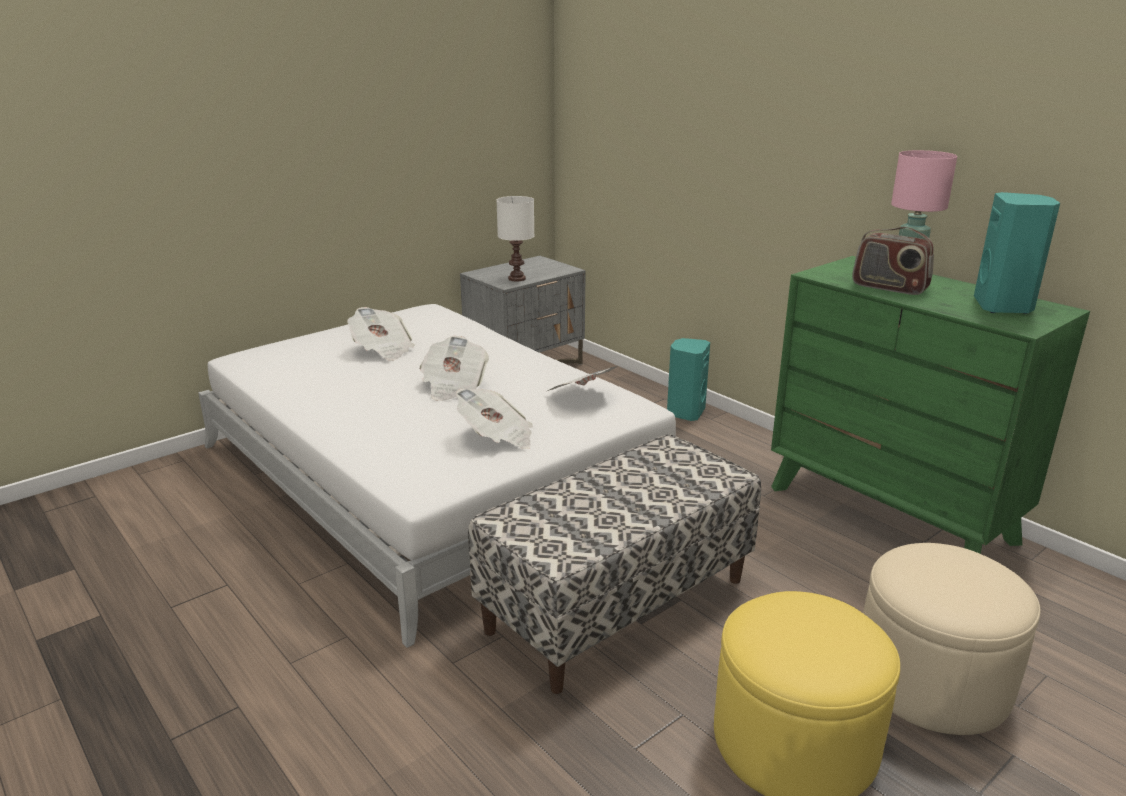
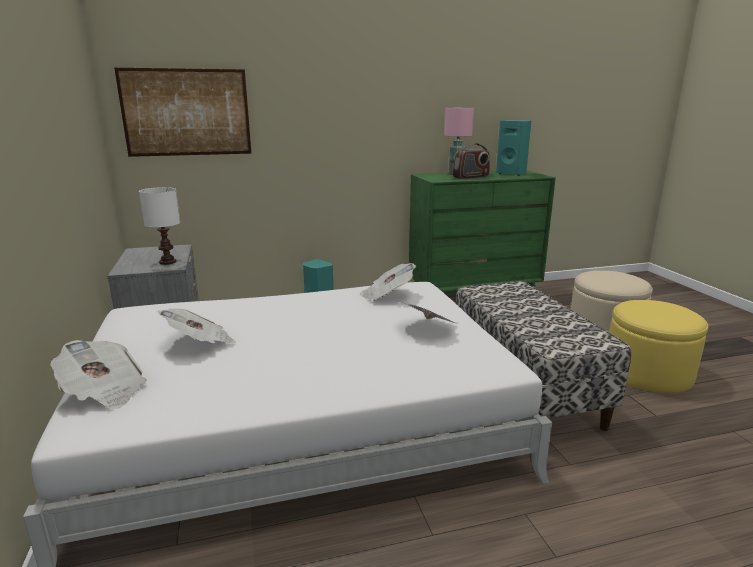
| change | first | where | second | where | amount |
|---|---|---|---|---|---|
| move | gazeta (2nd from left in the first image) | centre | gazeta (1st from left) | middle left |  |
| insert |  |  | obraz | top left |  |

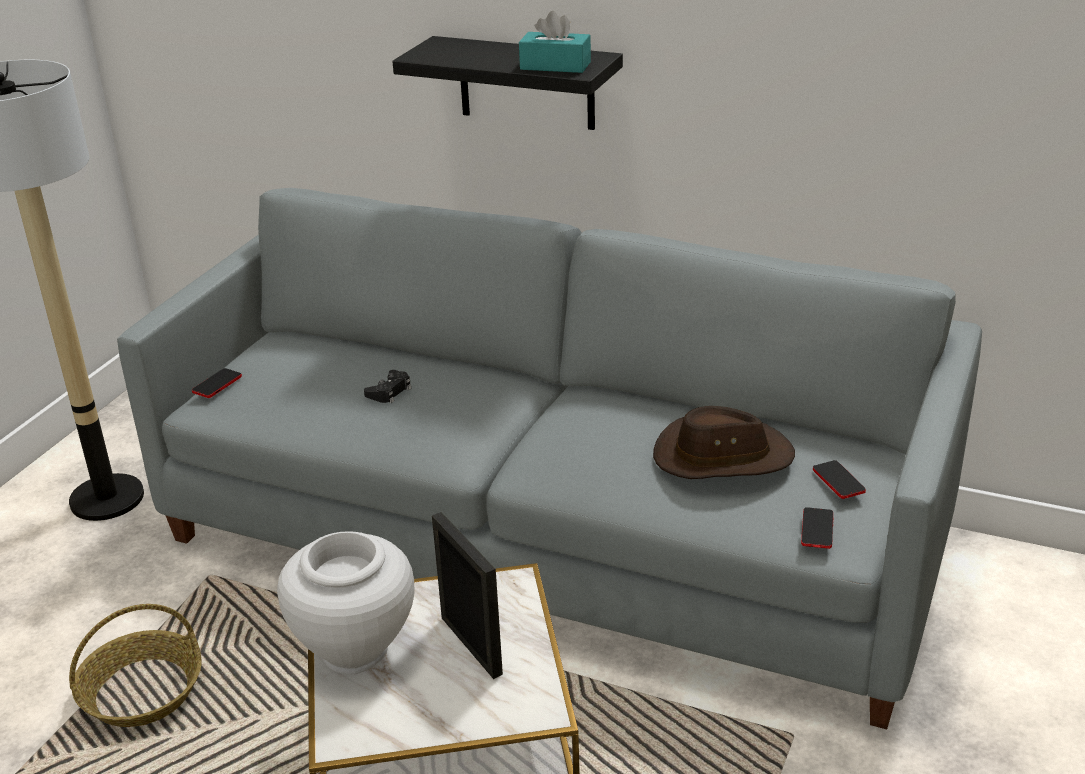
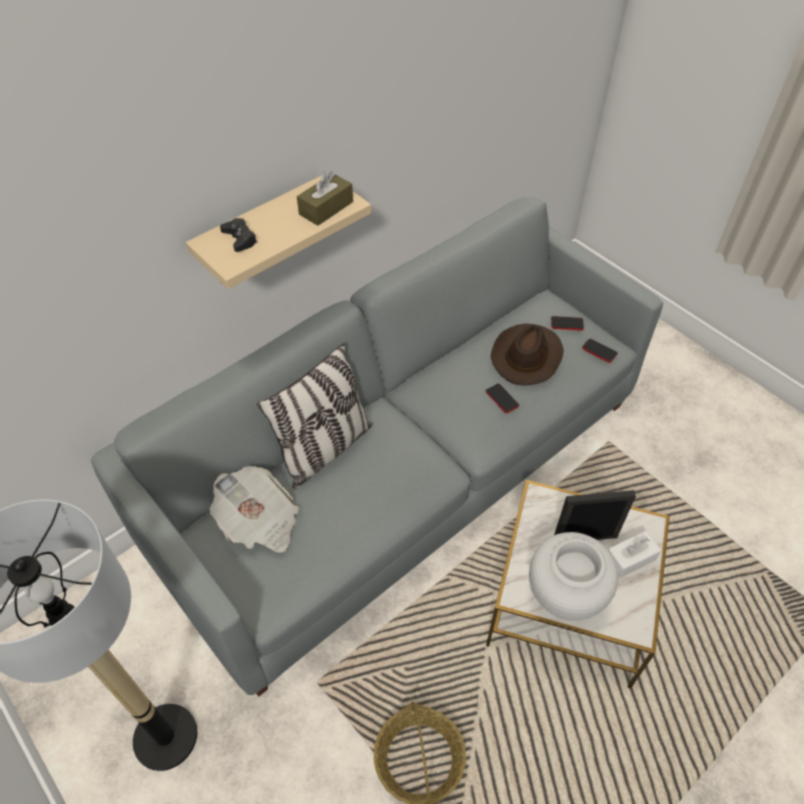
| change | first | where | second | where | amount |
|---|---|---|---|---|---|
| recolor | pudełko chusteczek (turkusowy) | top centre | pudełko chusteczek (brązowy) | top centre |  |
| recolor | półka (czarny) | top centre | półka (beżowy) | top centre |  |
| move | telefon (1st from left) | middle left |  | centre |  |
| move | pad do gier (czarny) | centre |  | top left |  |
| insert |  |  | poduszka | centre |  |
| insert |  |  | gazeta | middle left |  |
| insert |  |  | pudełko chusteczek (biały) | bottom right |  |

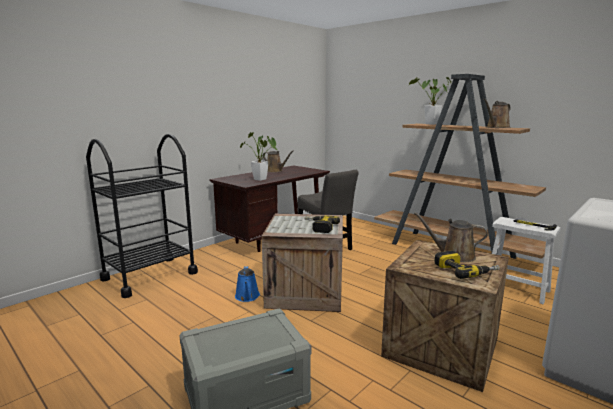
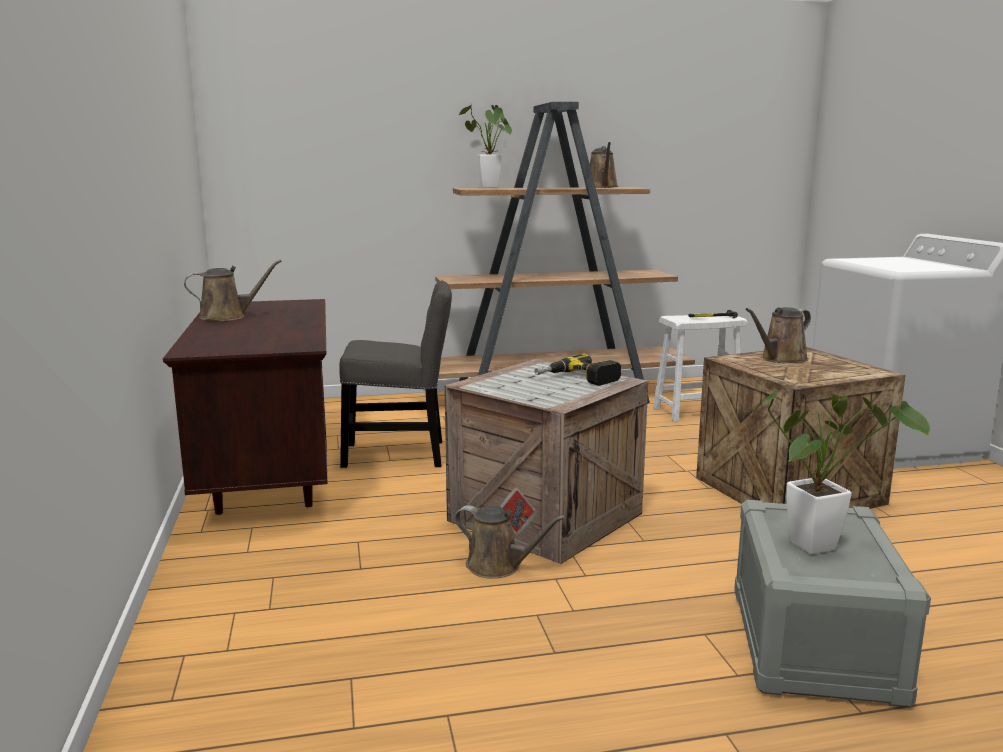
| change | first | where | second | where | amount |
|---|---|---|---|---|---|
| move | roślina doniczkowa (1st from left in the first image) | centre | roślina doniczkowa (2nd from left) | middle right |  |
| delete | wózek (czarny) | middle left |  |  |  |
| delete | wiertarka (2nd from left) | middle right |  |  |  |
| recolor | konewka (niebieski) | bottom centre | konewka (brązowy) (2nd from left) | bottom centre |  |

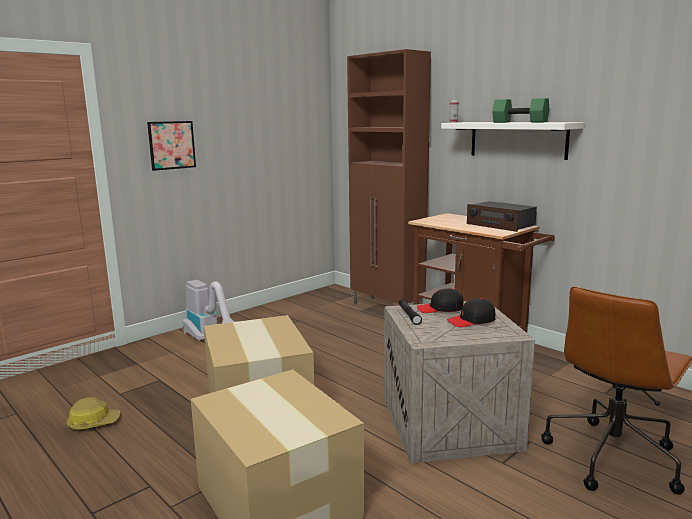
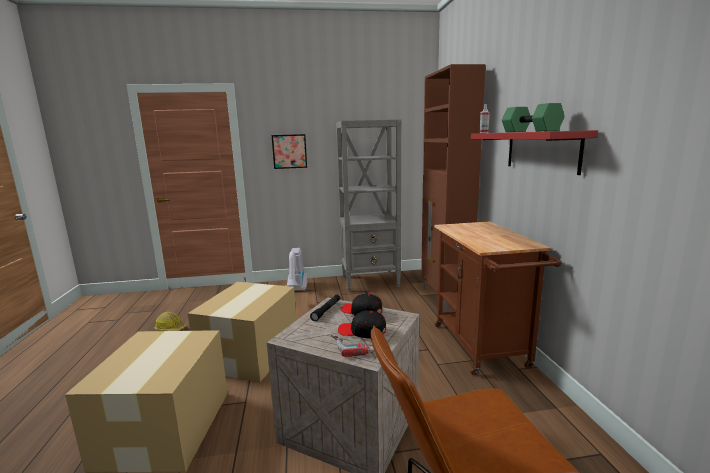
| change | first | where | second | where | amount |
|---|---|---|---|---|---|
| recolor | półka (biały) | top right | półka (czerwony) | top right |  |
| delete | radio | middle right |  |  |  |
| insert |  |  | regał (szary) | centre |  |
| insert |  |  | wiertarka | bottom centre |  |

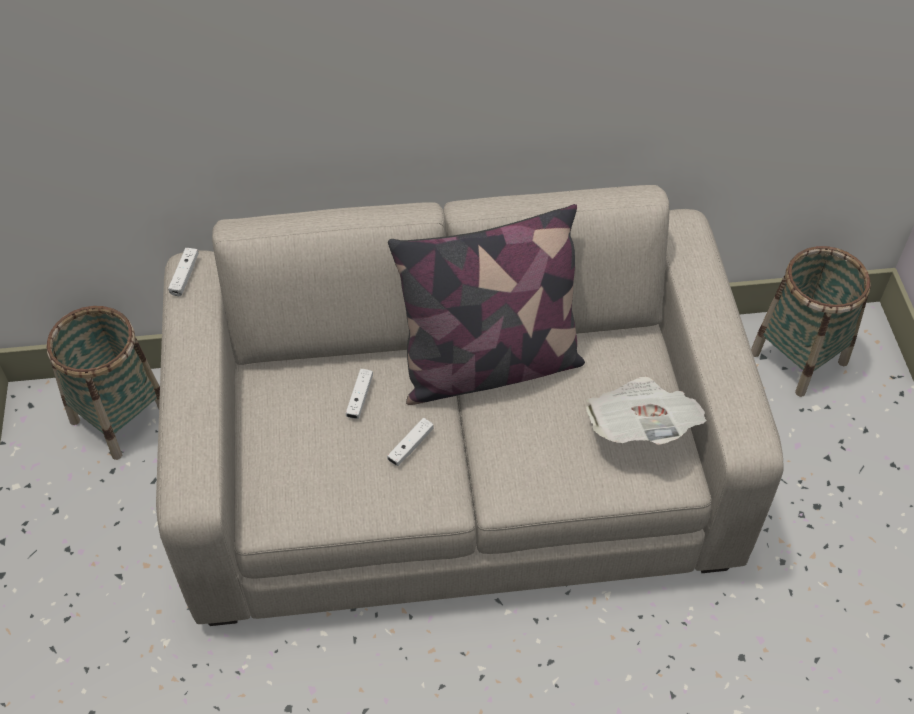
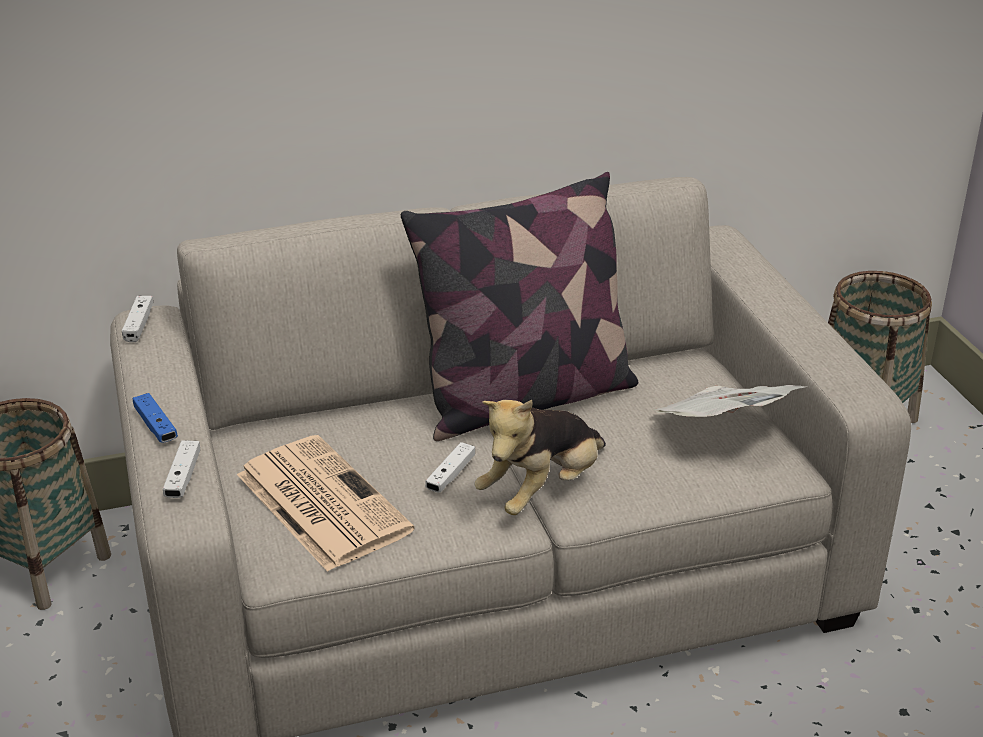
| change | first | where | second | where | amount |
|---|---|---|---|---|---|
| move | pad do gier (biały) (2nd from left) | centre |  | middle left |  |
| insert |  |  | pad do gier (niebieski) | middle left |  |
| insert |  |  | pluszak | centre |  |
| insert |  |  | gazeta (1st from left) | bottom left |  |

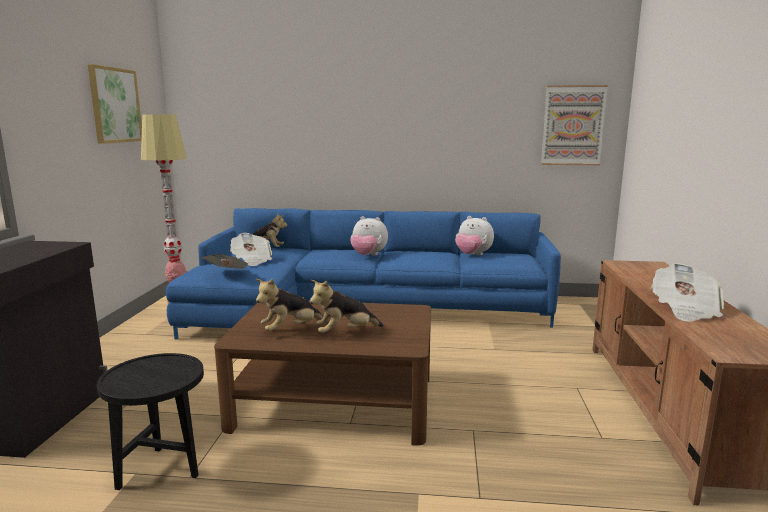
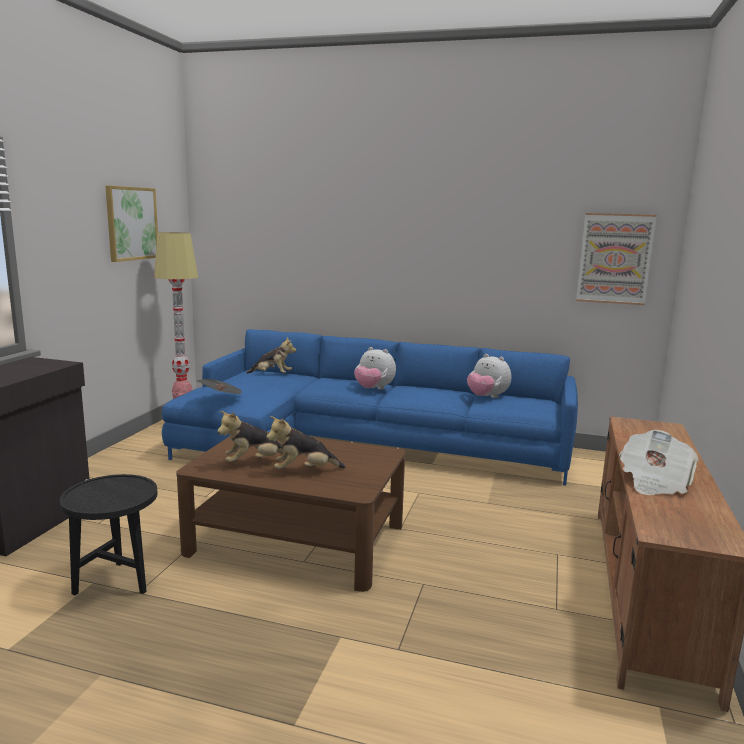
| change | first | where | second | where | amount |
|---|---|---|---|---|---|
| delete | gazeta (2nd from left) | middle left |  |  |  |

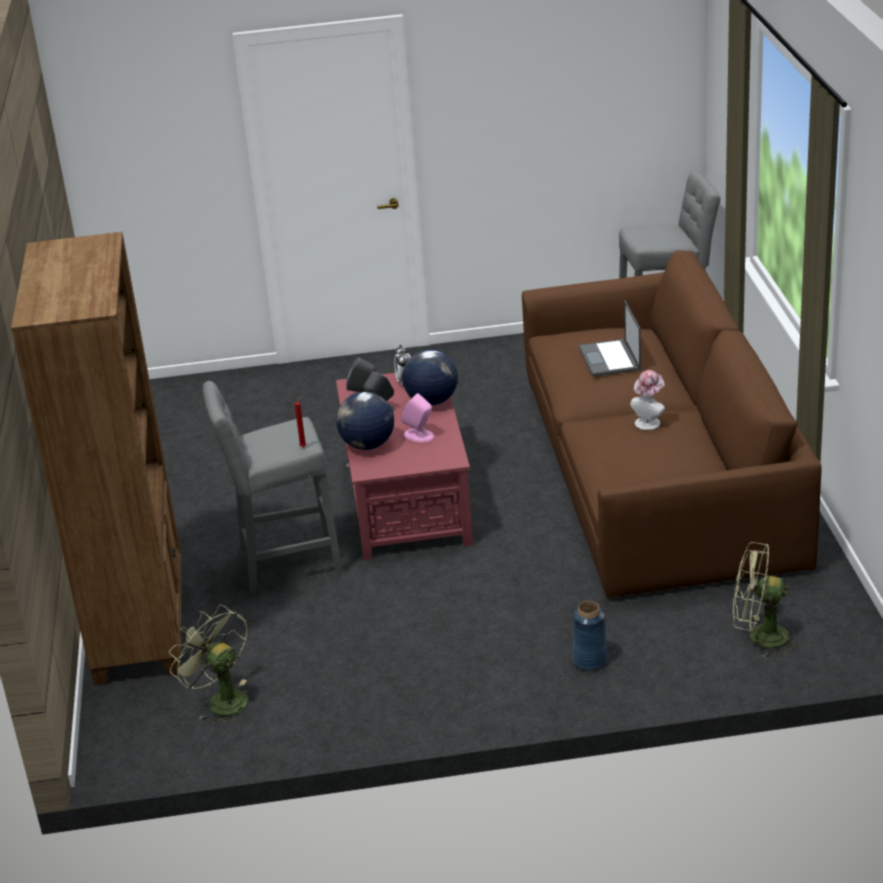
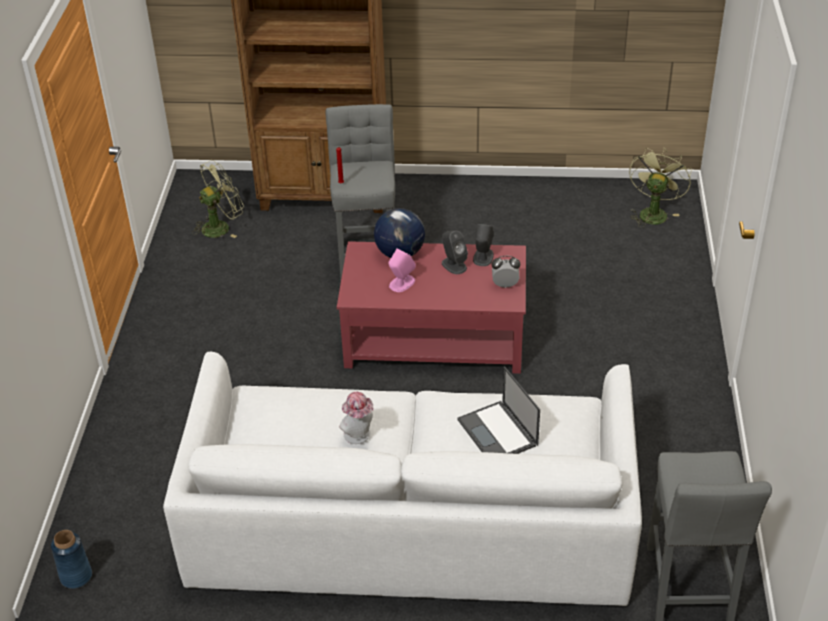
| change | first | where | second | where | amount |
|---|---|---|---|---|---|
| recolor | kanapa (brązowy) | middle right | kanapa (biały) | bottom centre |  |
| rotate | laptop | middle right |  | centre | 120 degrees counterclockwise |
| delete | globus (2nd from left) | centre |  |  |  |
| move | wentylator (zielony) (2nd from left) | bottom right |  | top right |  |
| move | wazon (niebieski) | bottom right |  | bottom left |  |

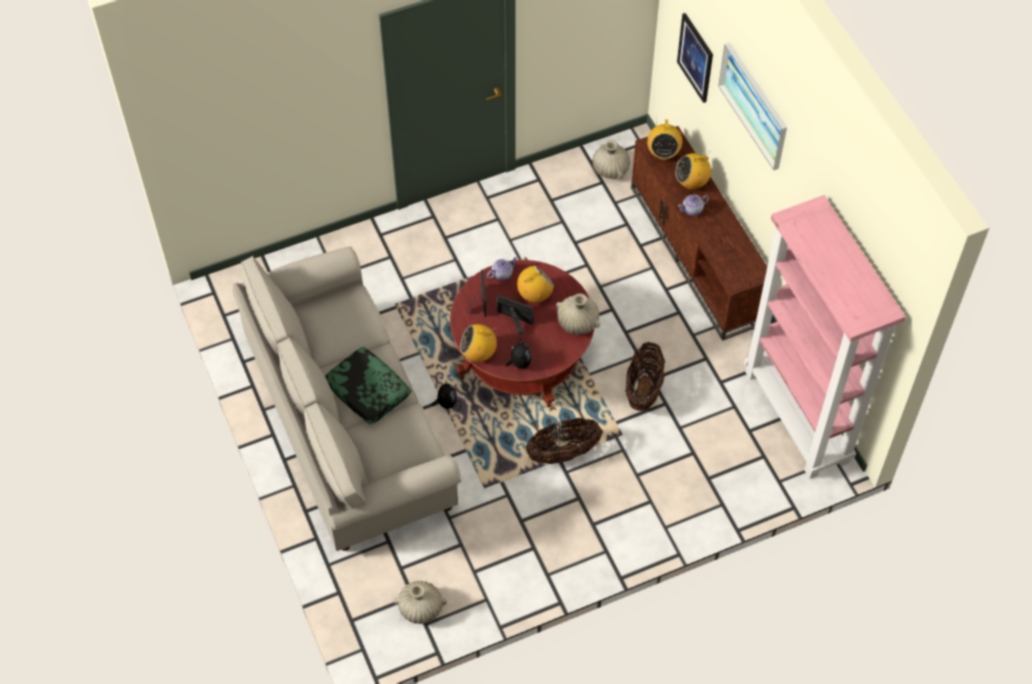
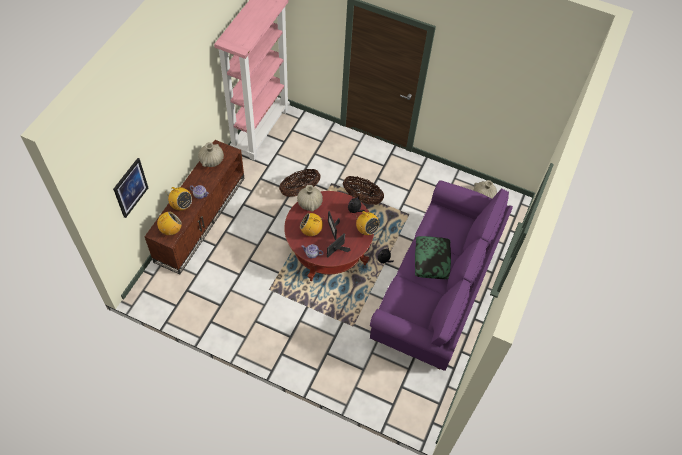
| change | first | where | second | where | amount |
|---|---|---|---|---|---|
| delete | obraz (2nd from left) | top right |  |  |  |
| move | wazon (beżowy) (3rd from left in the first image) | top centre | wazon (beżowy) (1st from left) | middle left |  |
| recolor | kanapa (beżowy) | centre | kanapa (fioletowy) | centre |  |

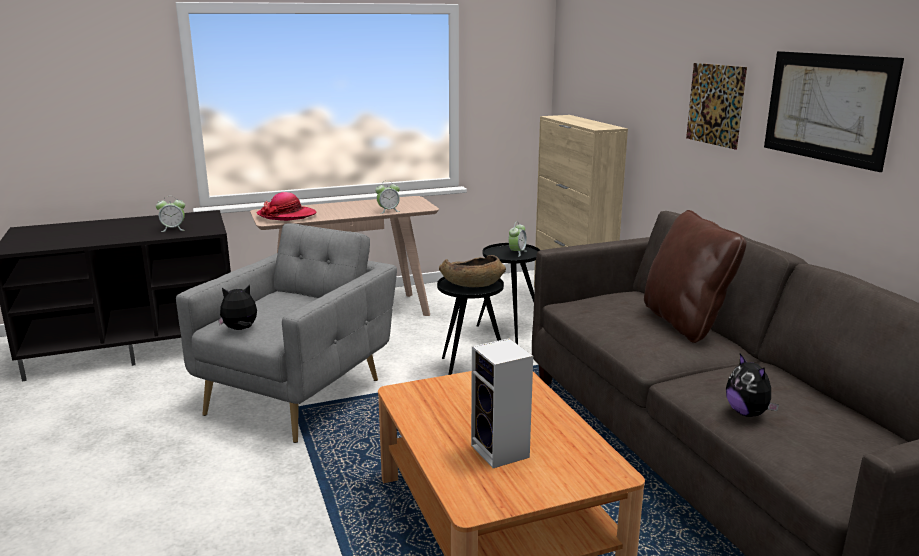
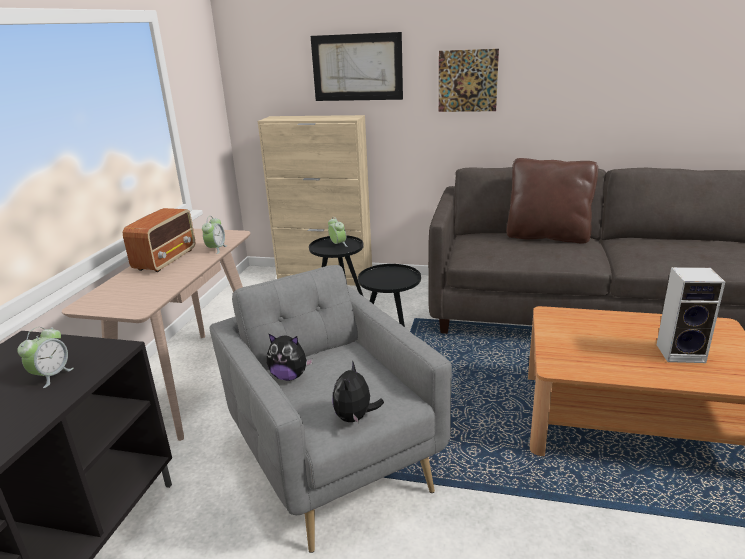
| change | first | where | second | where | amount |
|---|---|---|---|---|---|
| move | obraz (2nd from left in the first image) | top right | obraz (1st from left) | top centre |  |
| delete | kapelusz | middle left |  |  |  |
| delete | miska (brązowy) | centre |  |  |  |
| move | pluszak (2nd from left in the first image) | bottom right | pluszak (1st from left) | centre |  |
| insert |  |  | radio | middle left |  |

